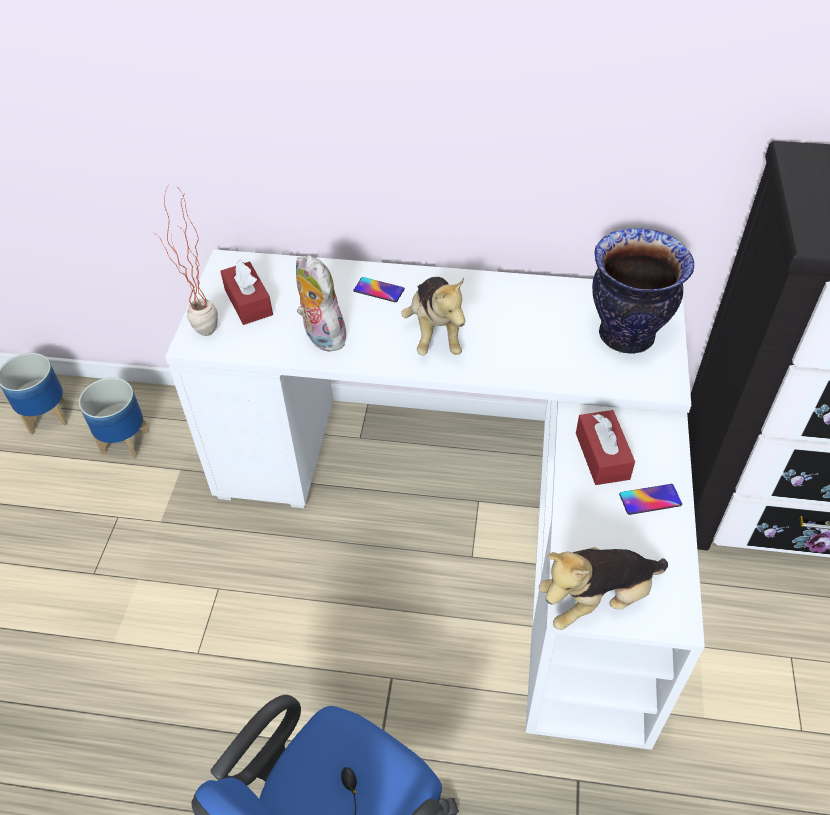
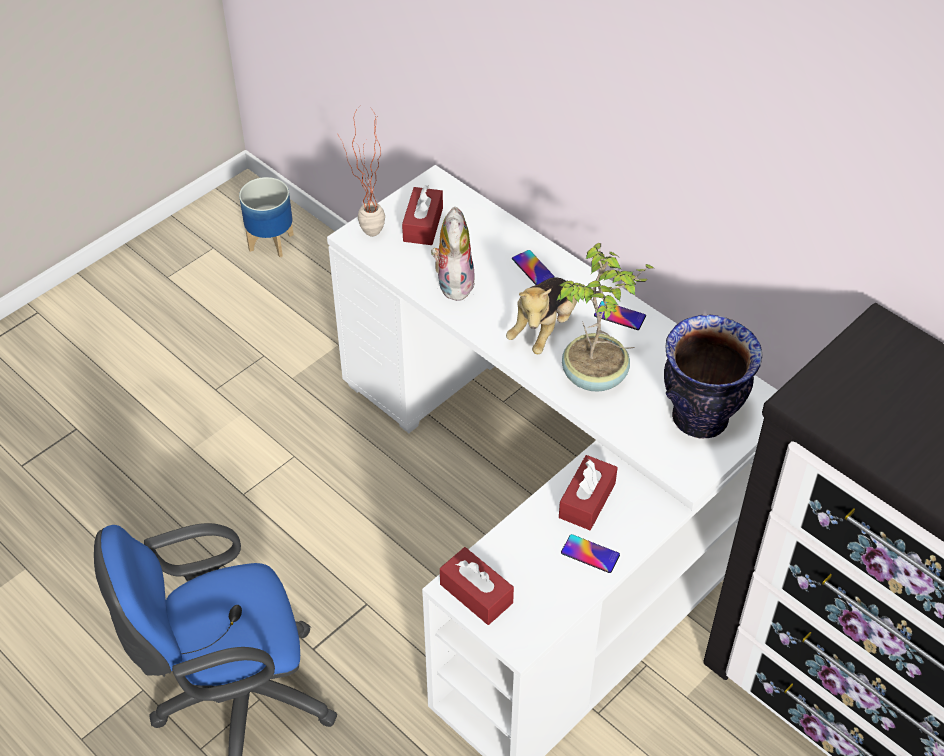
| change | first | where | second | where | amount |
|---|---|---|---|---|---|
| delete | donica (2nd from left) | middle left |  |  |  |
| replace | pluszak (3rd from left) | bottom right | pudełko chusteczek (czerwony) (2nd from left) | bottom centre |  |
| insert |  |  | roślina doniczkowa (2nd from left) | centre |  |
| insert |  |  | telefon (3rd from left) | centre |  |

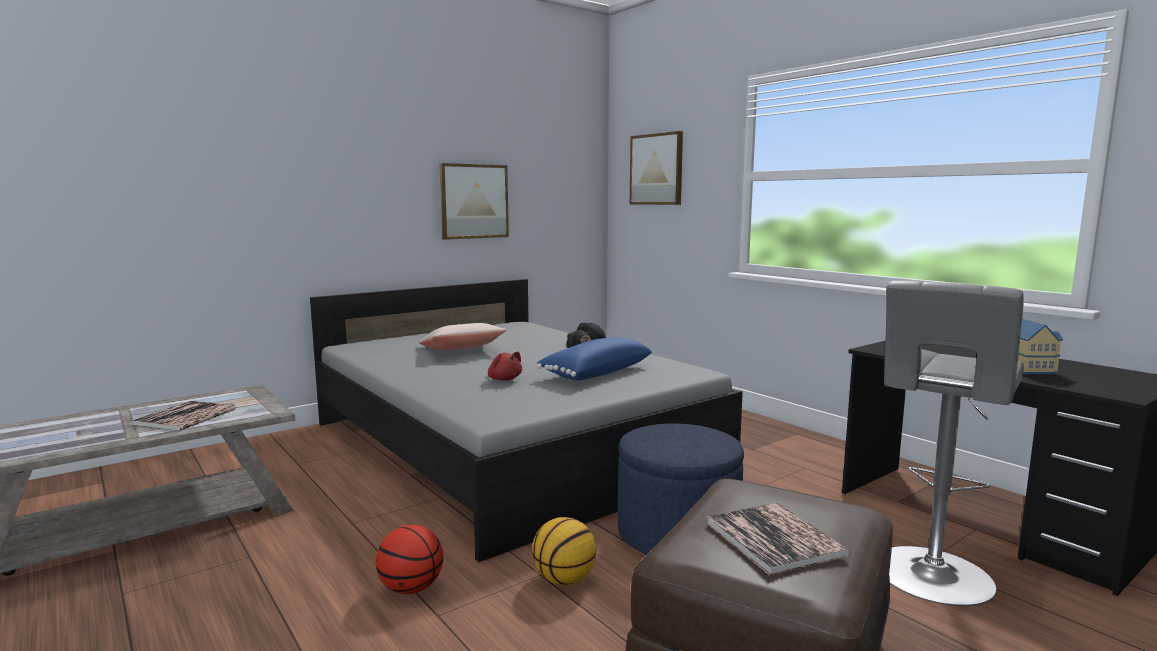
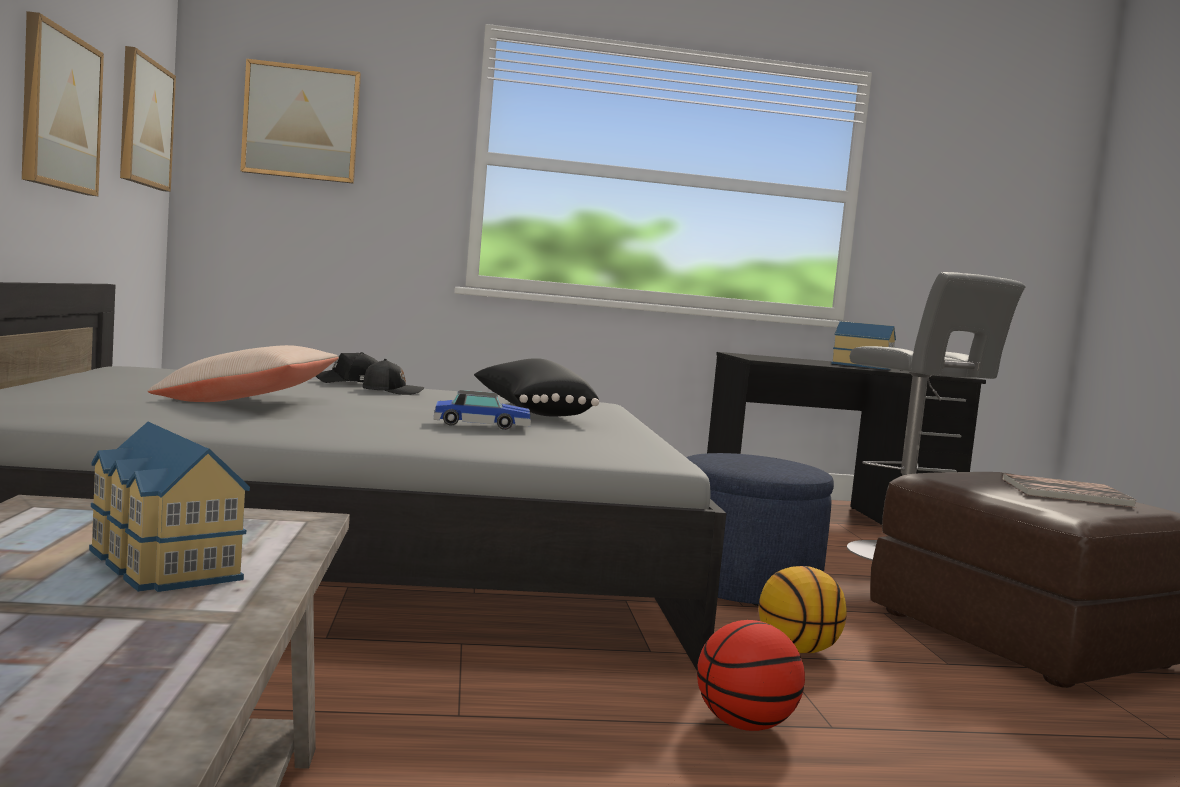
| change | first | where | second | where | amount |
|---|---|---|---|---|---|
| recolor | poduszka (niebieski) | centre | poduszka (czarny) | centre |  |
| replace | pluszak (czerwony) | centre | samochodzik | centre |  |
| replace | książka (1st from left) | middle left | domek (1st from left) | middle left |  |
| insert |  |  | obraz (2nd from left) | top left |  |

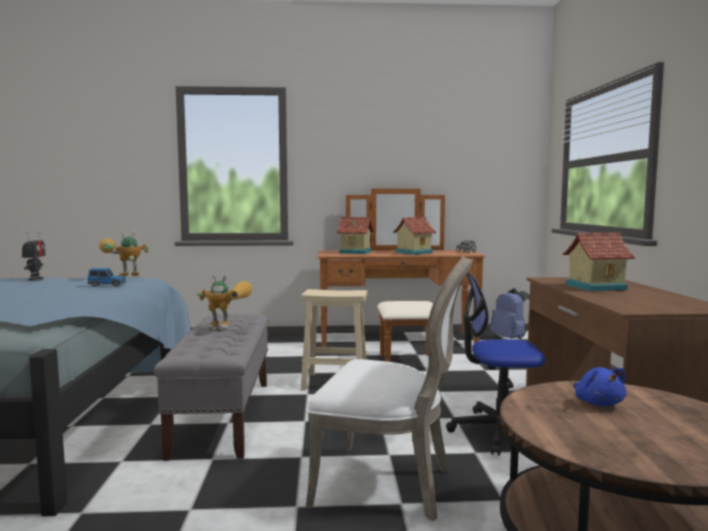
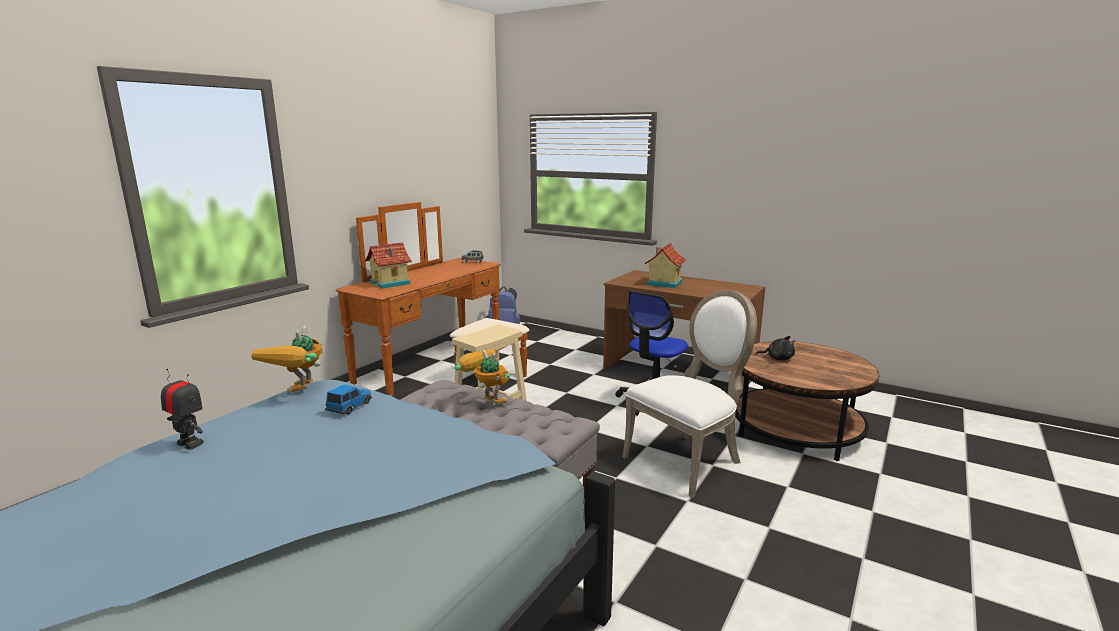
| change | first | where | second | where | amount |
|---|---|---|---|---|---|
| delete | domek (2nd from left) | centre |  |  |  |
| rotate | robot zabawkowy (3rd from left) | middle left |  | centre | 90 degrees counterclockwise |
| recolor | pluszak (niebieski) | bottom right | pluszak (czarny) | middle right |  |

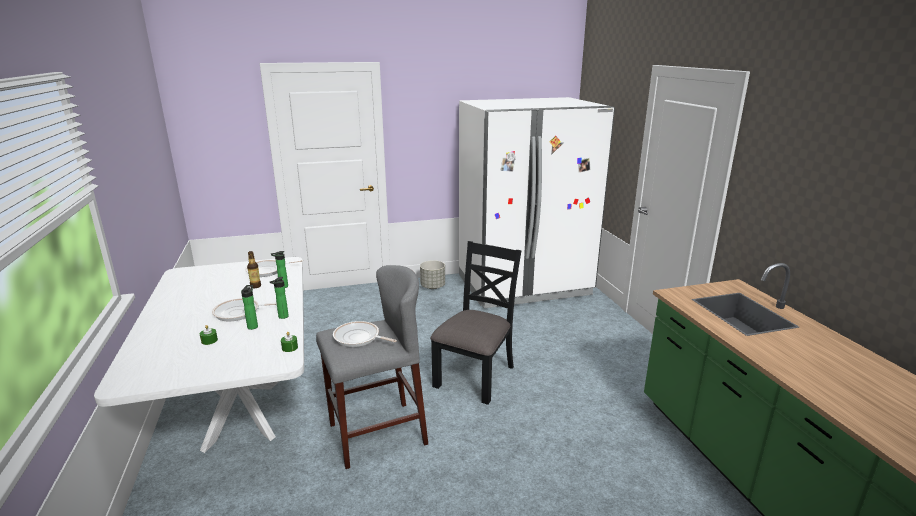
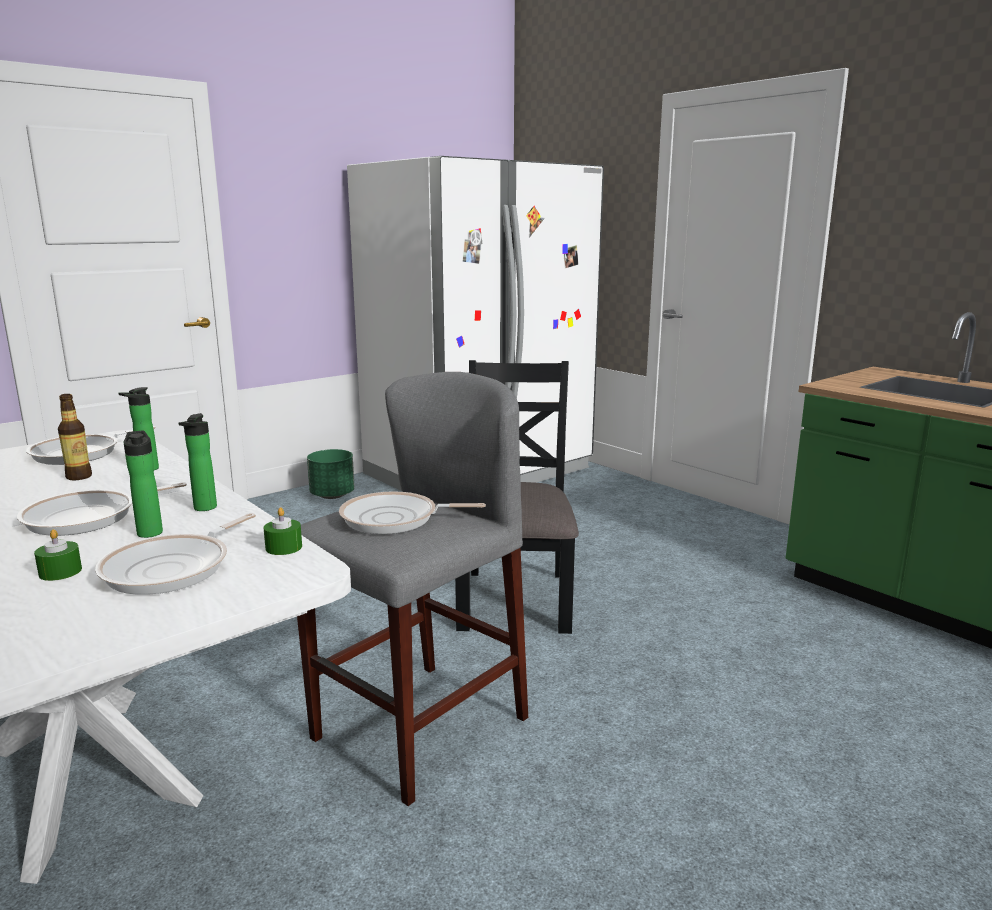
| change | first | where | second | where | amount |
|---|---|---|---|---|---|
| recolor | donica (szary) | centre | donica (zielony) | centre |  |
| insert |  |  | patelnia (3rd from left) | middle left |  |

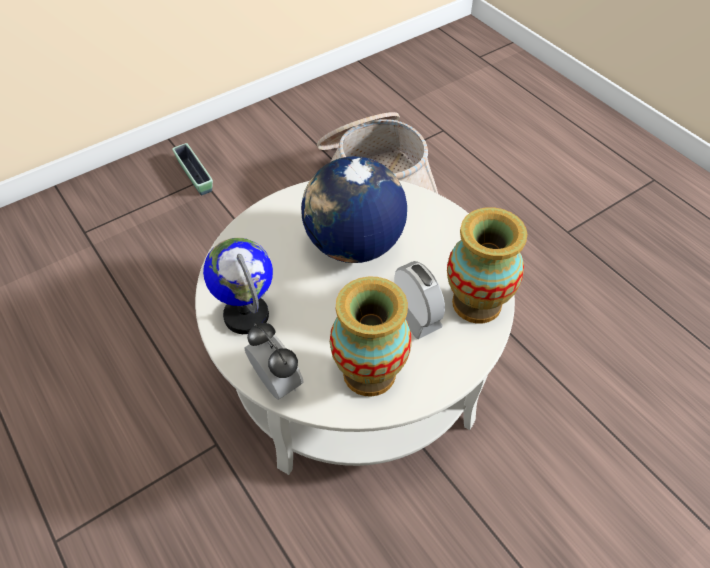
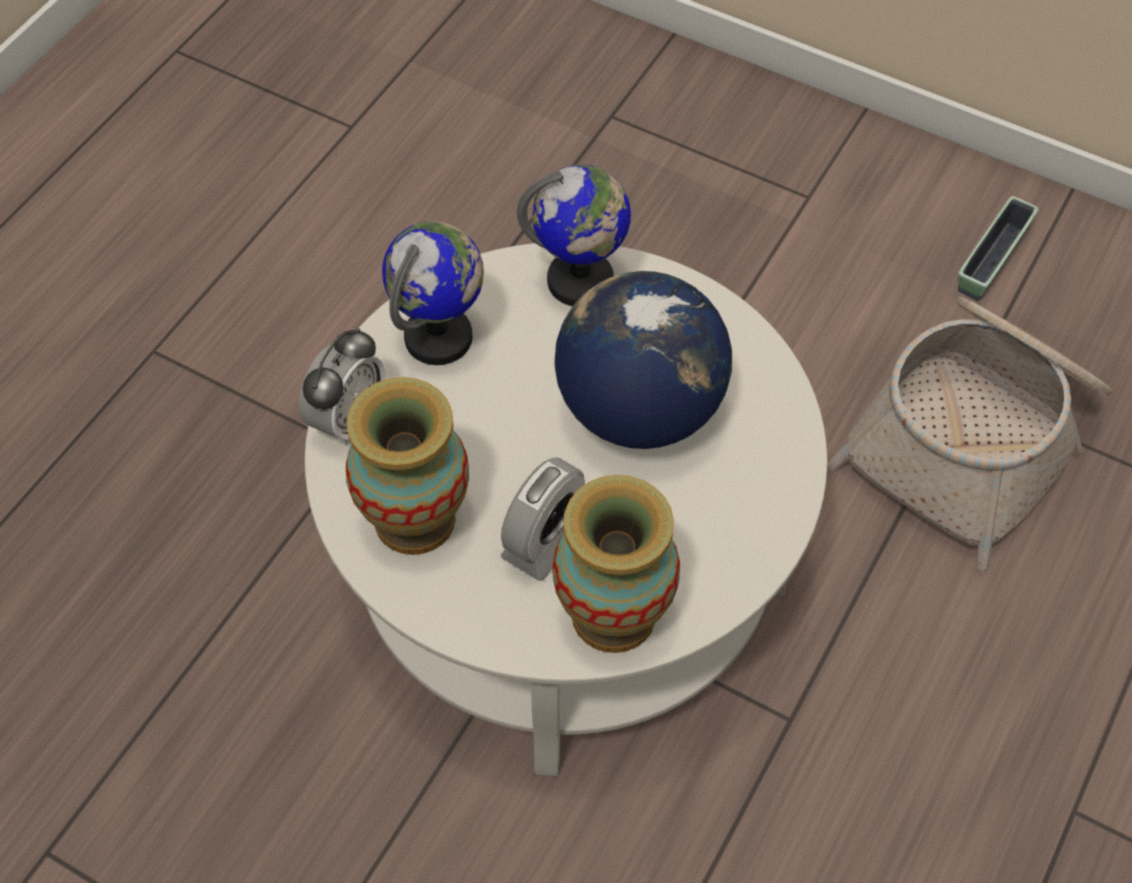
| change | first | where | second | where | amount |
|---|---|---|---|---|---|
| move | donica | top left |  | top right |  |
| insert |  |  | globus (2nd from left) | top centre |  |

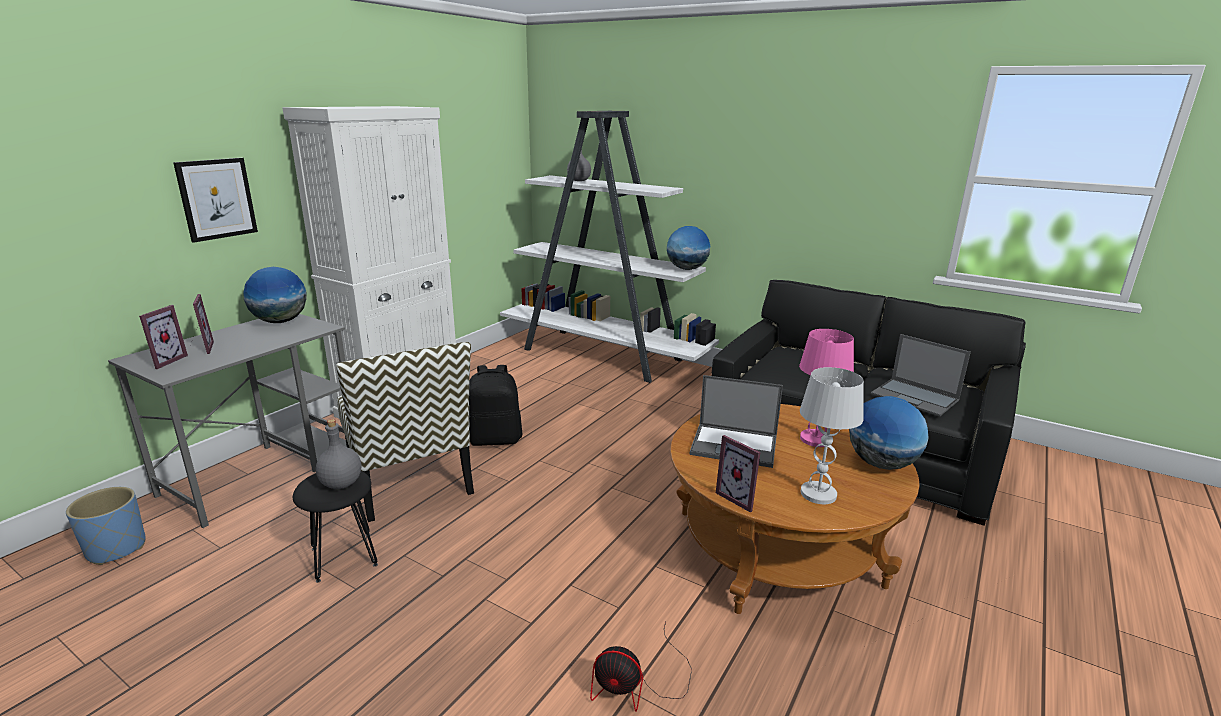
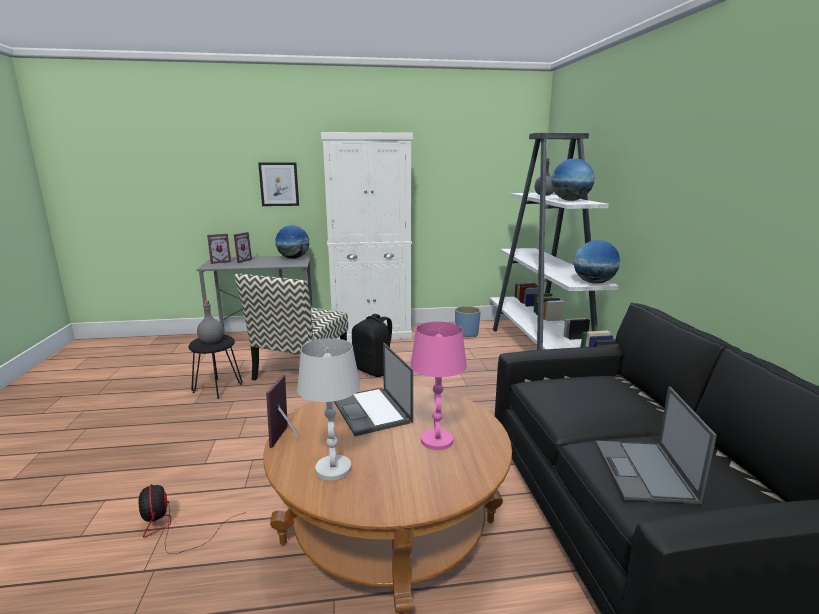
| change | first | where | second | where | amount |
|---|---|---|---|---|---|
| move | globus (3rd from left in the first image) | middle right | globus (2nd from left) | top right |  |
| move | donica (niebieski) | bottom left |  | centre |  |

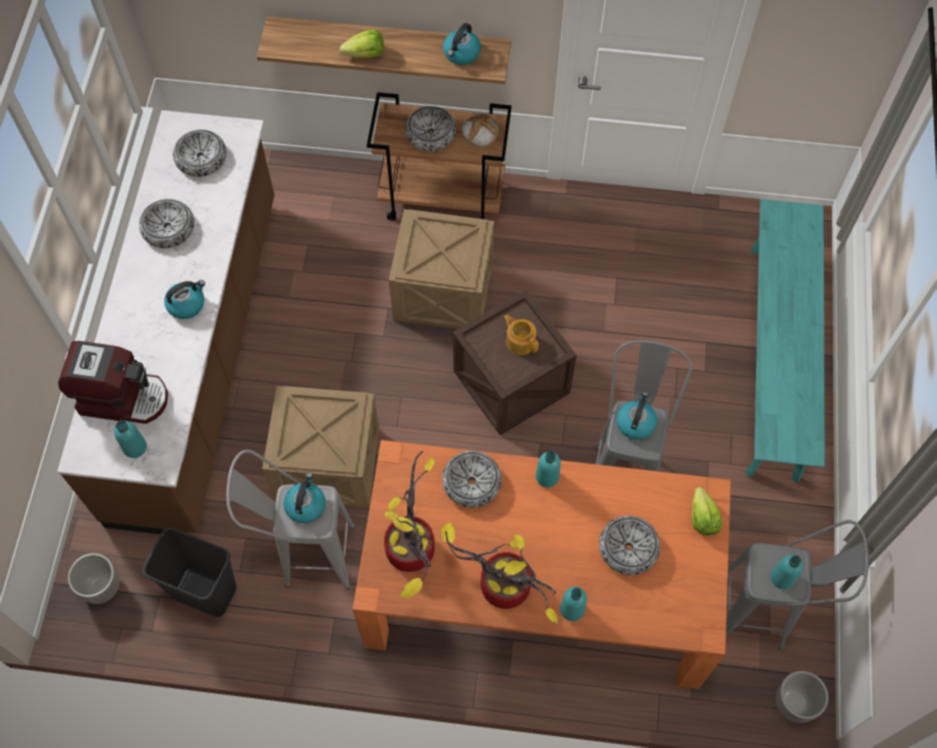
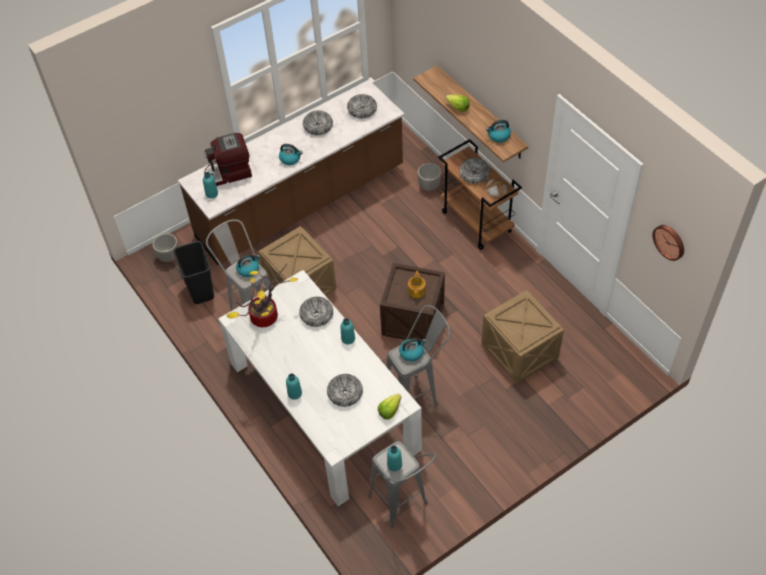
| change | first | where | second | where | amount |
|---|---|---|---|---|---|
| delete | ławka (turkusowy) | middle right |  |  |  |
| move | skrzynka (2nd from left in the first image) | centre | skrzynka (3rd from left) | middle right |  |
| rotate | ekspres do kawy | middle left |  | top left | 105 degrees clockwise |
| recolor | stół jadalny (pomarańczowy) | bottom centre | stół jadalny (biały) | bottom centre |  |
| delete | roślina doniczkowa (2nd from left) | bottom centre |  |  |  |
| move | donica (2nd from left) | bottom right |  | top centre |  |
| insert |  |  | zegar ścienny | middle right |  |

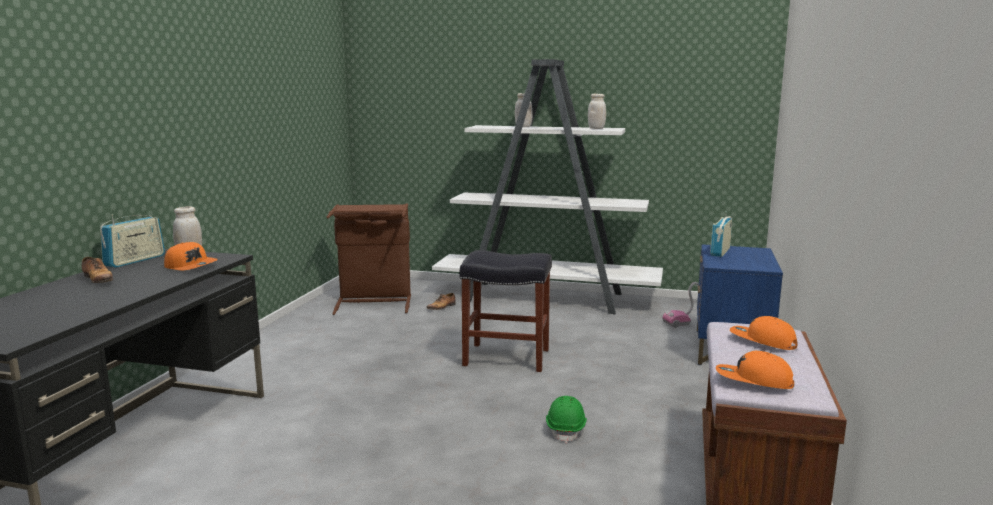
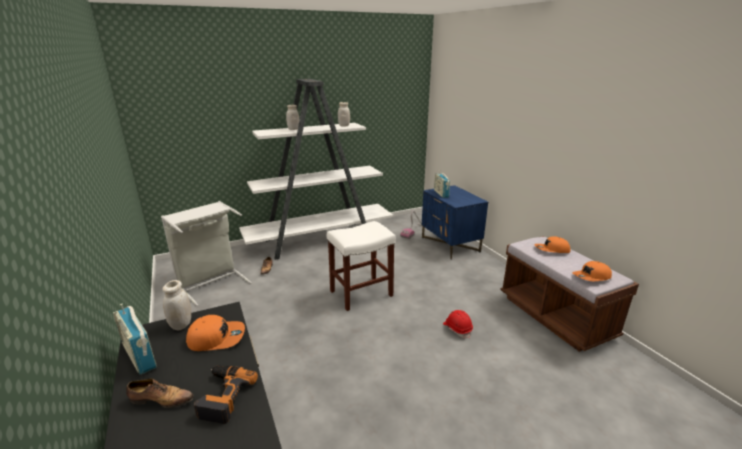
| change | first | where | second | where | amount |
|---|---|---|---|---|---|
| recolor | kosz na pranie (brązowy) | centre | kosz na pranie (szary) | middle left |  |
| rotate | radio (1st from left) | middle left |  | bottom left | 150 degrees clockwise |
| recolor | stołek (czarny) | centre | stołek (biały) | centre |  |
| recolor | kask (zielony) | bottom centre | kask (czerwony) | bottom centre |  |
| insert |  |  | wiertarka | bottom left |  |

